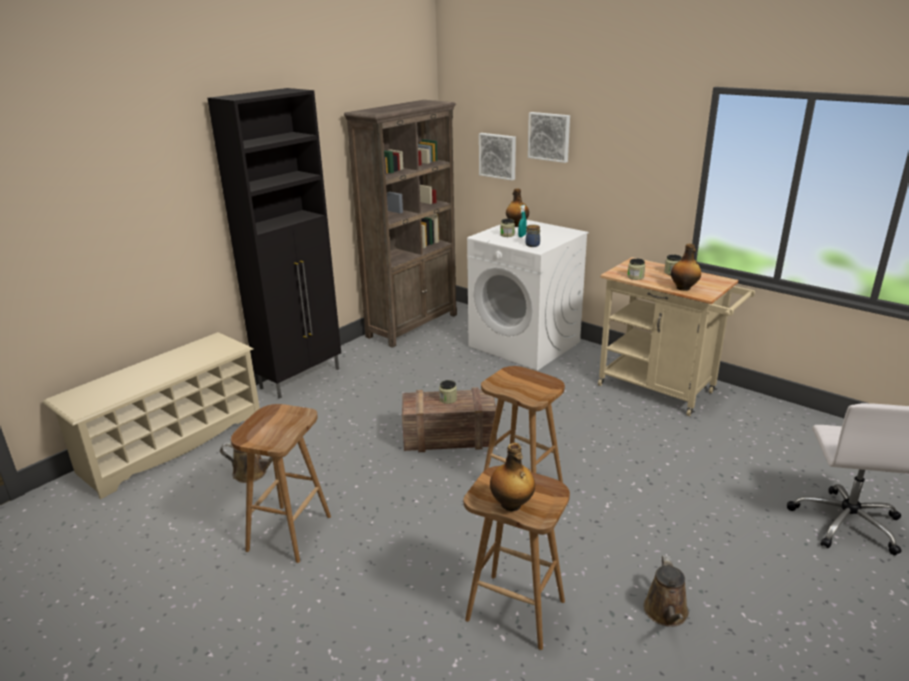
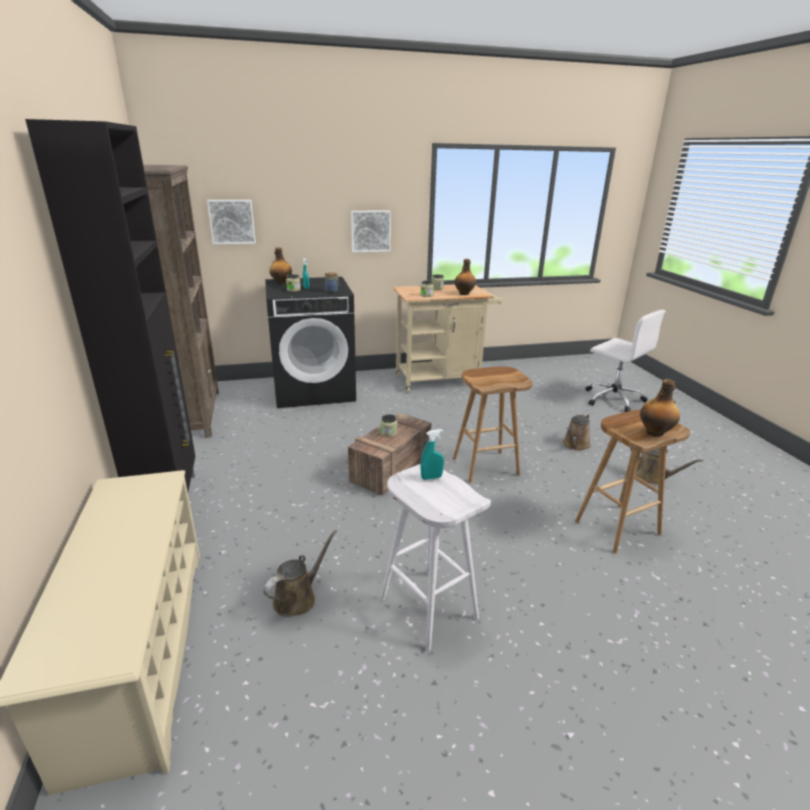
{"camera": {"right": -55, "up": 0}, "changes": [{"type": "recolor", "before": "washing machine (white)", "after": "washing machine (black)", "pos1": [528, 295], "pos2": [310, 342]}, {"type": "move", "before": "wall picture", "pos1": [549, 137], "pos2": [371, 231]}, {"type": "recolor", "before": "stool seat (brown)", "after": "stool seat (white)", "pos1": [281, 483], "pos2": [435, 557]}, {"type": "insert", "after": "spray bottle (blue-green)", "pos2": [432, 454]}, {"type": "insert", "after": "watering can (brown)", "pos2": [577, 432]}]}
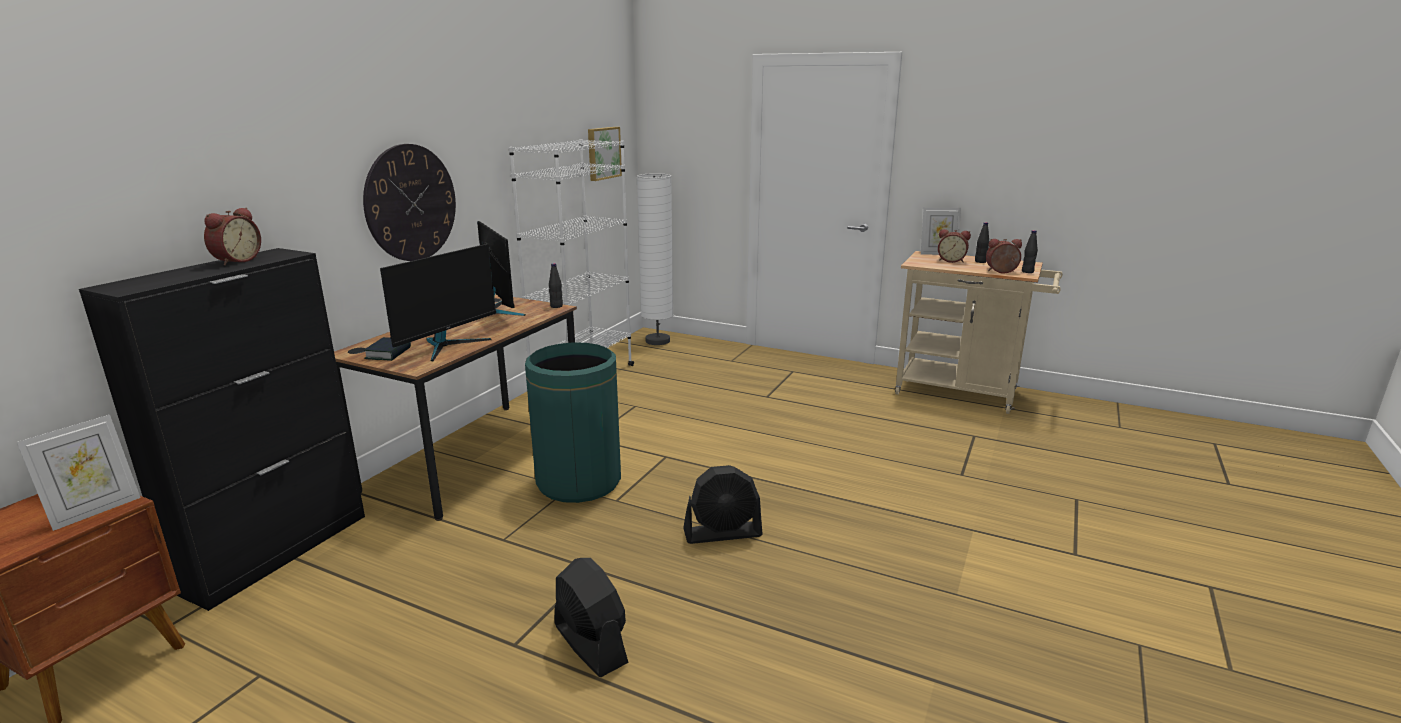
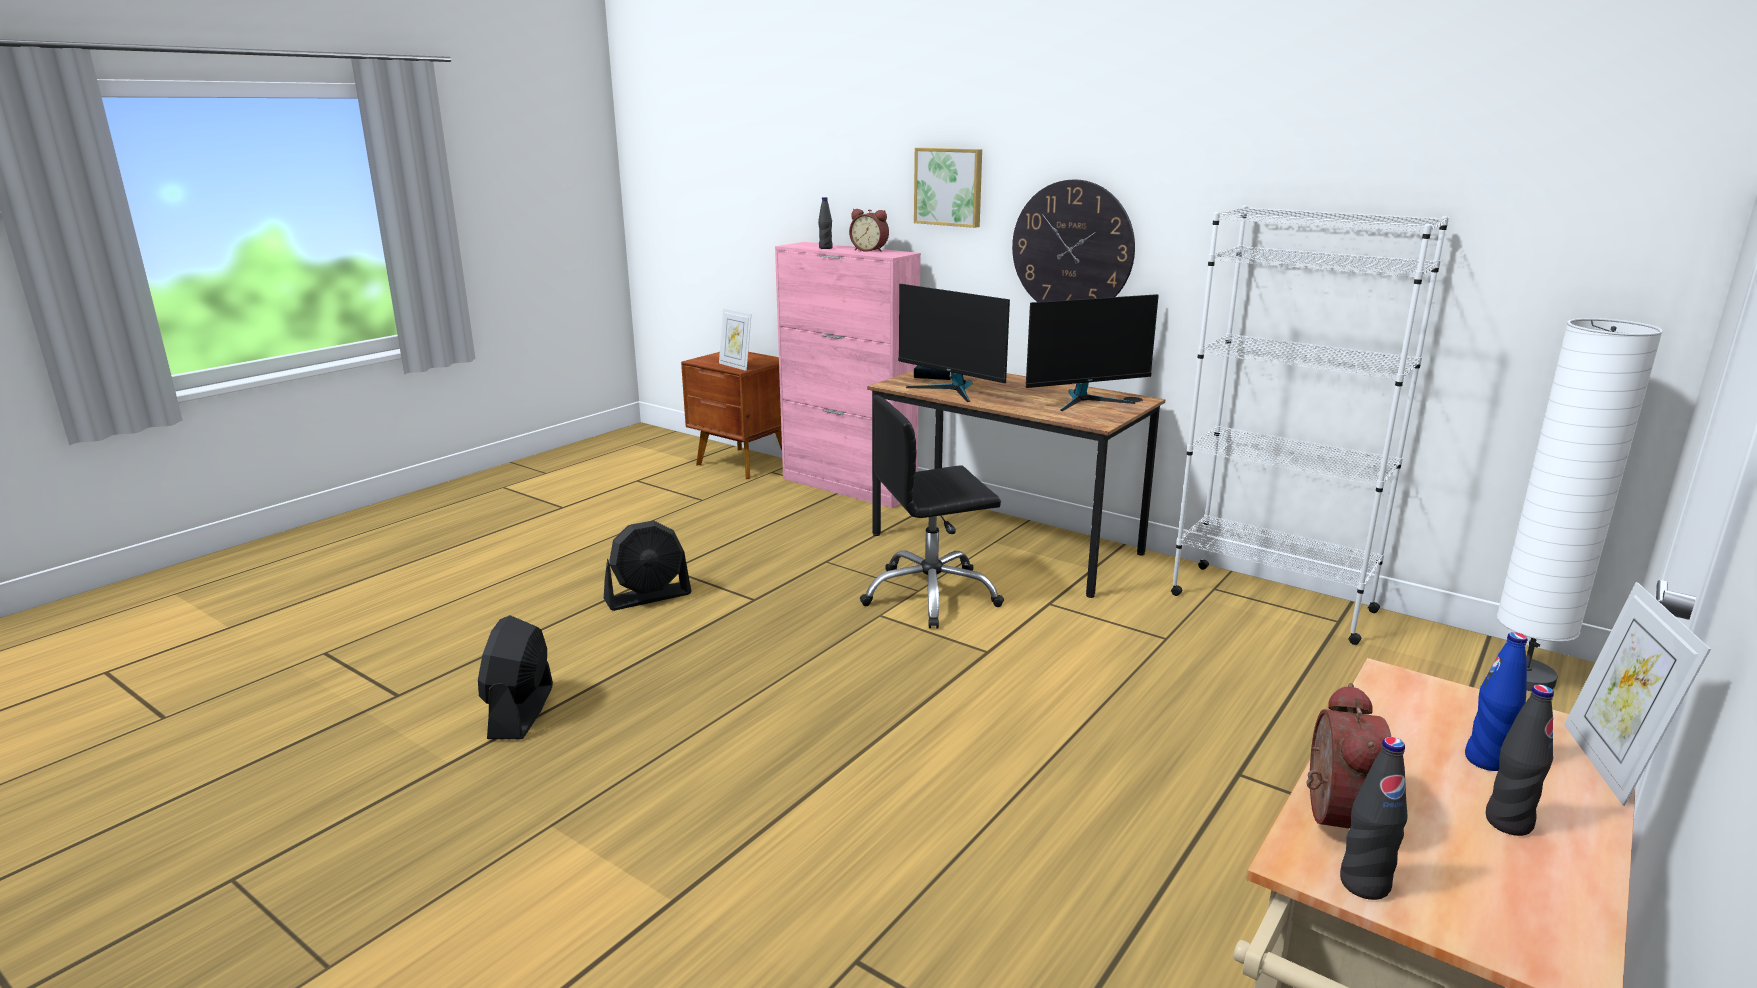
{"camera": {"right": 100, "up": 0}, "changes": [{"type": "move", "before": "fan (black)", "pos1": [723, 504], "pos2": [515, 677]}, {"type": "recolor", "before": "storage cabinet (black)", "after": "storage cabinet (pink-coloured)", "pos1": [222, 429], "pos2": [848, 375]}, {"type": "move", "before": "drink bottle (black)", "pos1": [556, 285], "pos2": [825, 223]}, {"type": "replace", "before": "waste bin (green-coloured)", "after": "computer chair (black)", "pos1": [573, 422], "pos2": [932, 512]}, {"type": "move", "before": "wall picture", "pos1": [605, 154], "pos2": [948, 188]}, {"type": "replace", "before": "alarm clock", "after": "drink bottle (blue)", "pos1": [954, 246], "pos2": [1496, 701]}]}
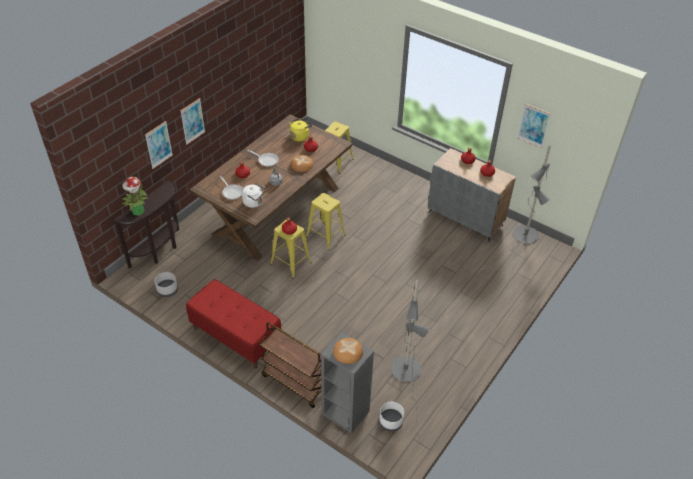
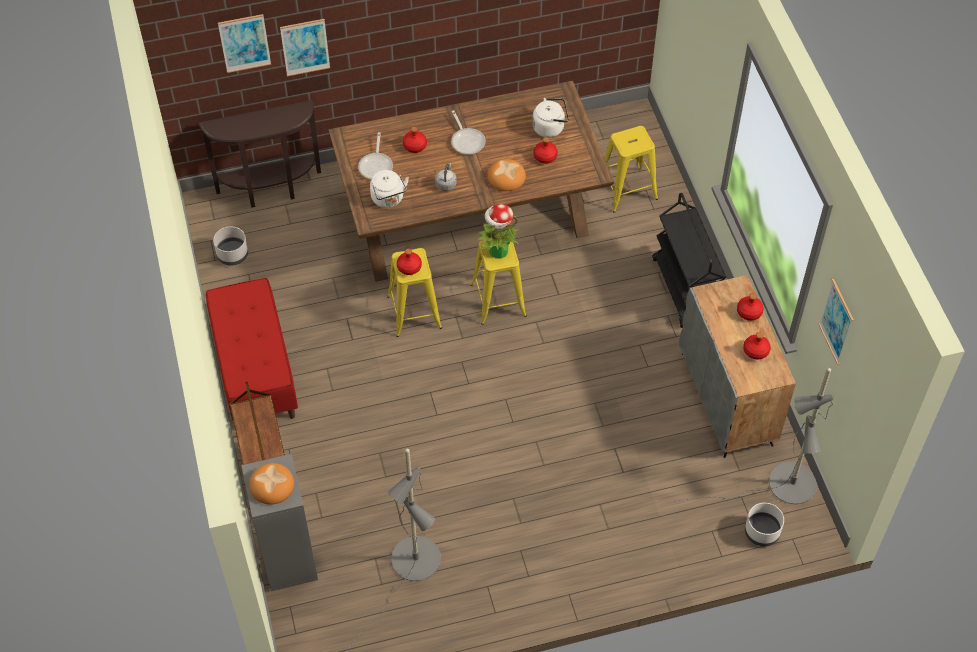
{"camera": {"right": 40, "up": 10}, "changes": [{"type": "move", "before": "wall picture", "pos1": [192, 121], "pos2": [244, 43]}, {"type": "move", "before": "houseplant", "pos1": [134, 196], "pos2": [498, 231]}, {"type": "recolor", "before": "water kettle (yellowish)", "after": "water kettle (white)", "pos1": [301, 130], "pos2": [550, 118]}, {"type": "insert", "after": "trolley (black)", "pos2": [689, 260]}, {"type": "move", "before": "flower pot (white)", "pos1": [391, 417], "pos2": [764, 524]}]}
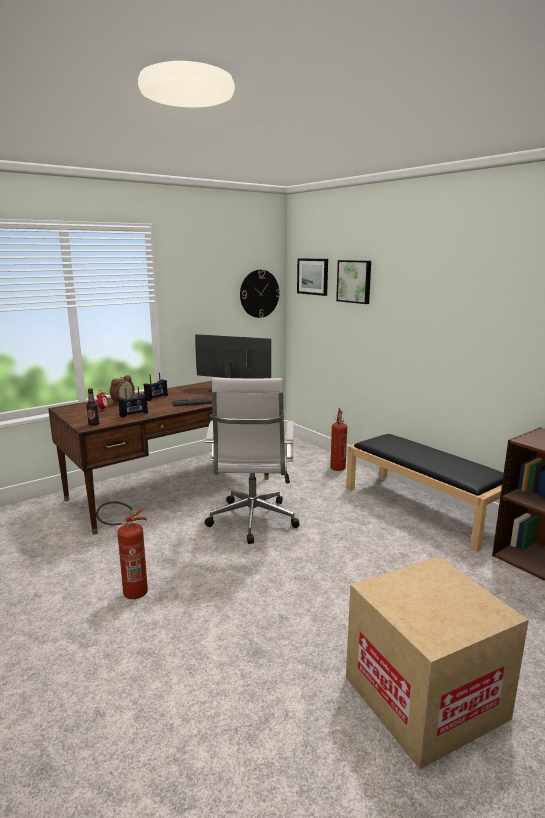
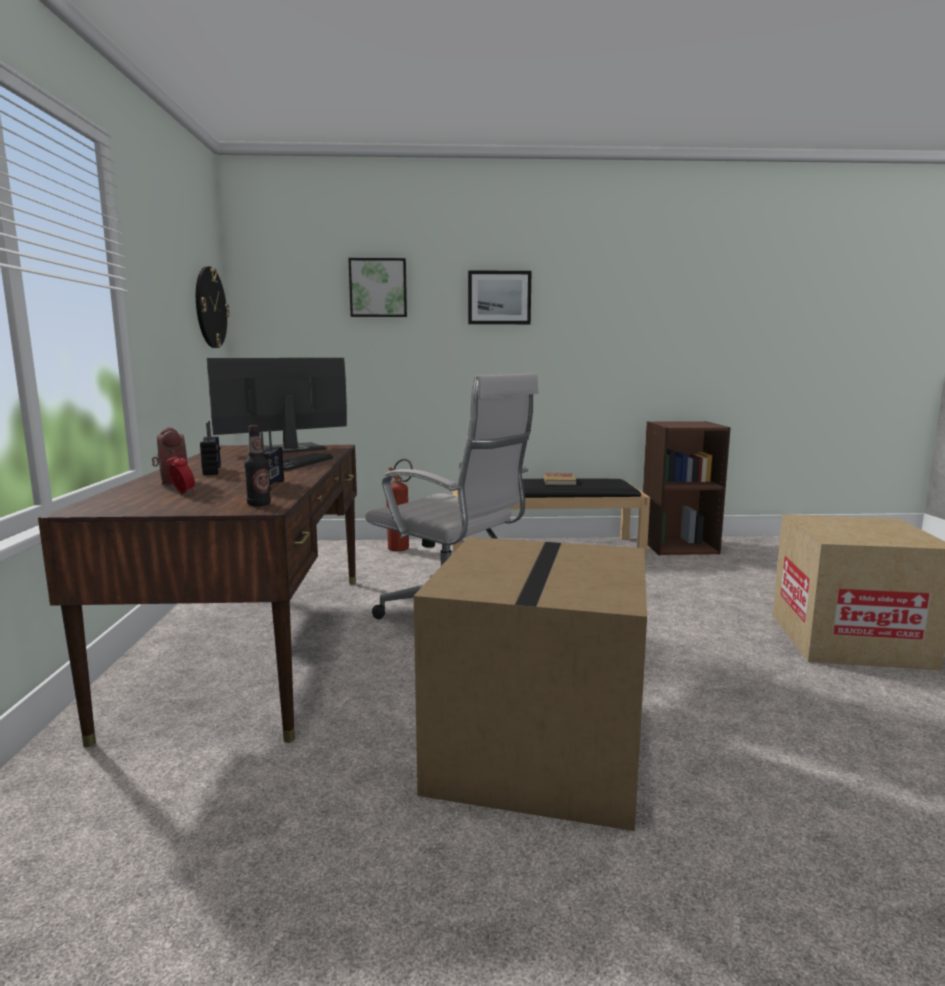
{"camera": {"right": -55, "up": -5}, "changes": [{"type": "replace", "before": "extinguisher", "after": "cardboard box", "pos1": [122, 550], "pos2": [530, 684]}, {"type": "move", "before": "wall picture", "pos1": [312, 277], "pos2": [500, 297]}, {"type": "insert", "after": "volume", "pos2": [560, 479]}]}
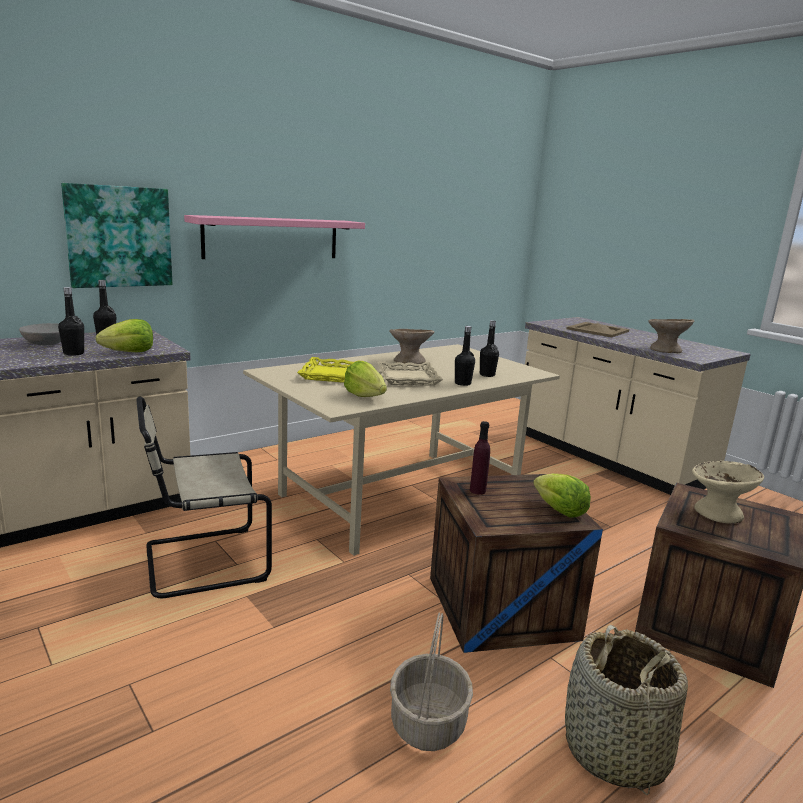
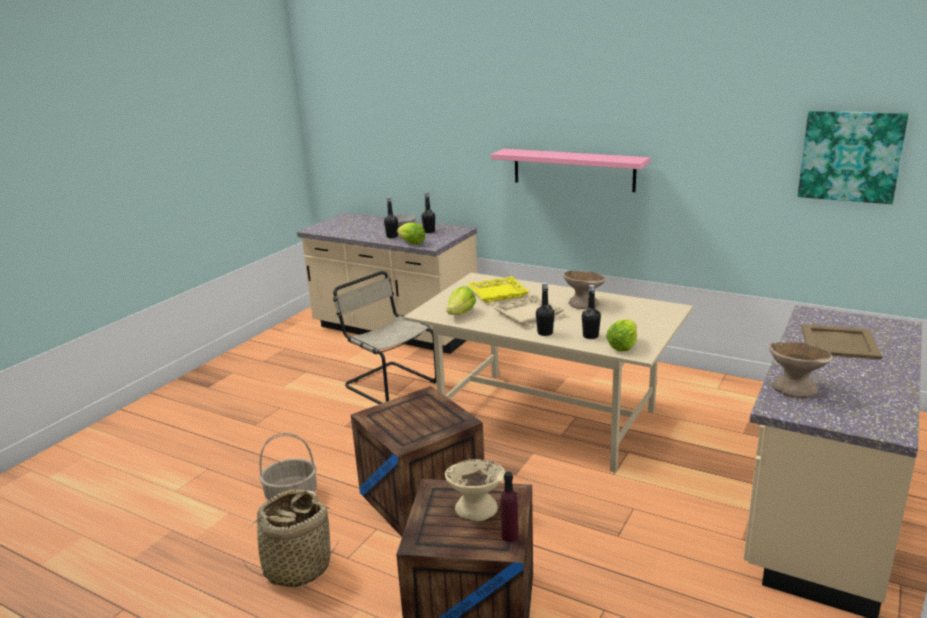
{"camera": {"right": 70, "up": 5}, "changes": [{"type": "move", "before": "drink bottle (purplish)", "pos1": [480, 458], "pos2": [509, 507]}, {"type": "move", "before": "lettuce head", "pos1": [562, 495], "pos2": [621, 335]}, {"type": "move", "before": "wall picture", "pos1": [116, 235], "pos2": [853, 157]}]}
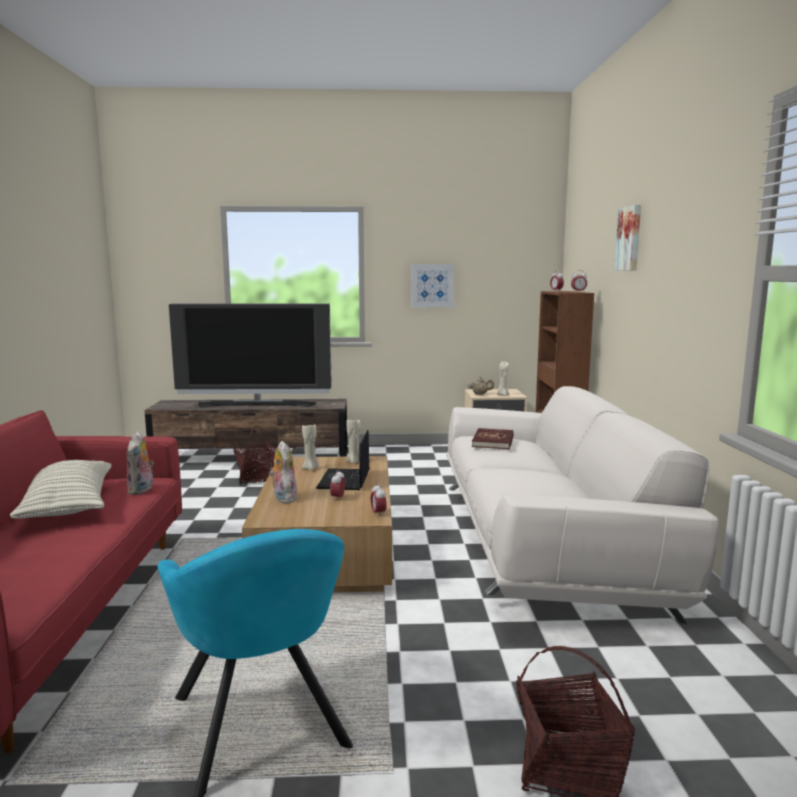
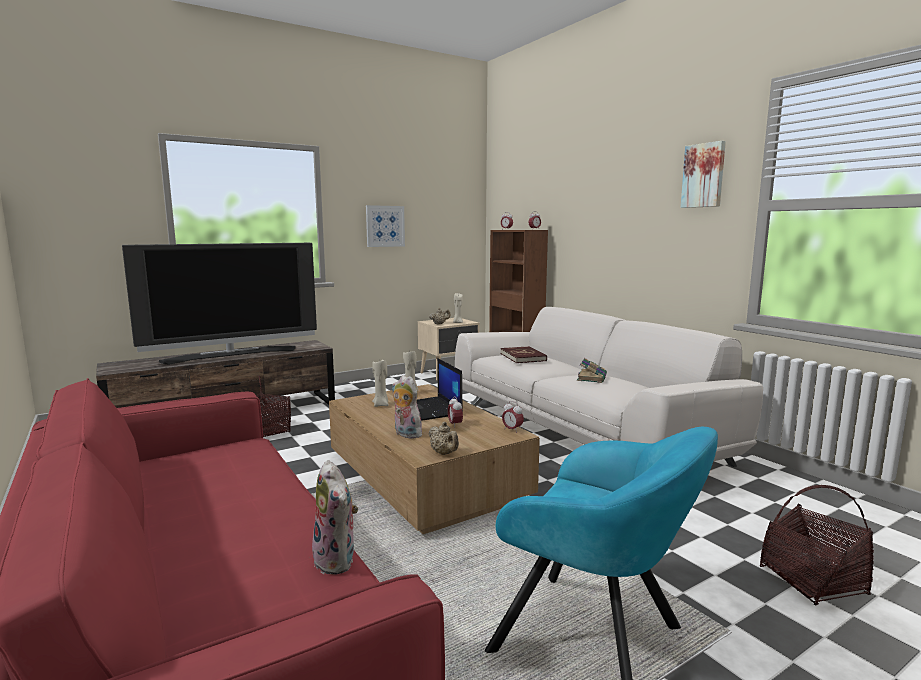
{"camera": {"right": -30, "up": 0}, "changes": [{"type": "move", "before": "cuddly toy", "pos1": [140, 463], "pos2": [335, 517]}, {"type": "insert", "after": "teapot (beige)", "pos2": [444, 438]}, {"type": "insert", "after": "volume", "pos2": [592, 370]}, {"type": "move", "before": "wall picture", "pos1": [627, 238], "pos2": [703, 174]}, {"type": "delete", "before": "throw pillow", "pos1": [60, 489]}]}
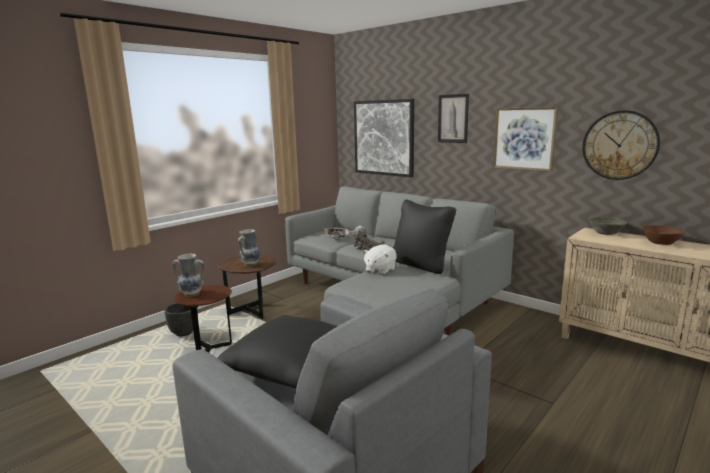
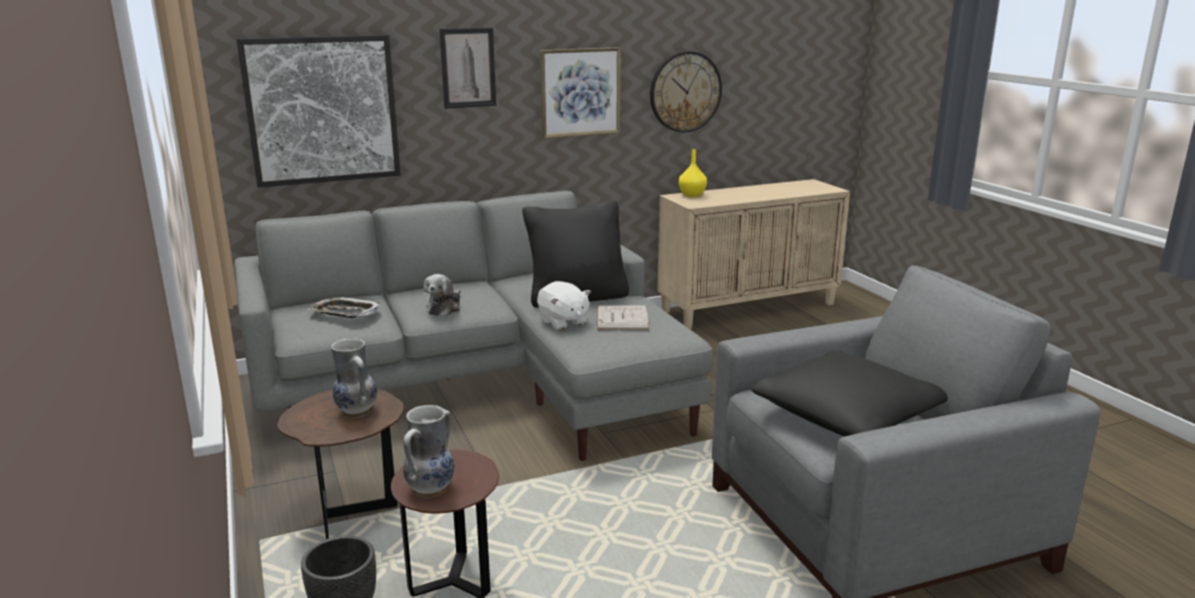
{"camera": {"right": -65, "up": 5}, "changes": [{"type": "insert", "after": "volume (white)", "pos2": [623, 317]}, {"type": "replace", "before": "bowl (gray)", "after": "decorative vase (yellowish)", "pos1": [608, 226], "pos2": [693, 173]}, {"type": "delete", "before": "bowl (brown)", "pos1": [663, 235]}]}
